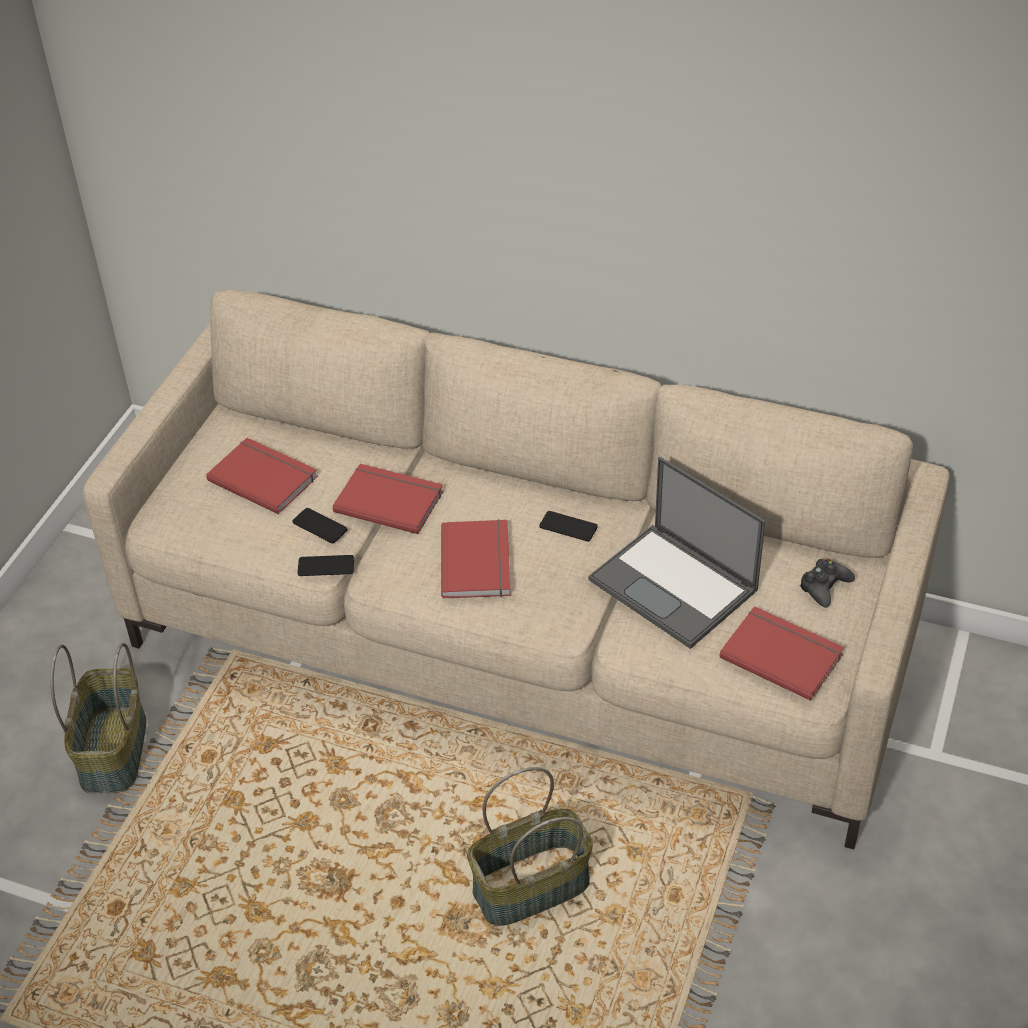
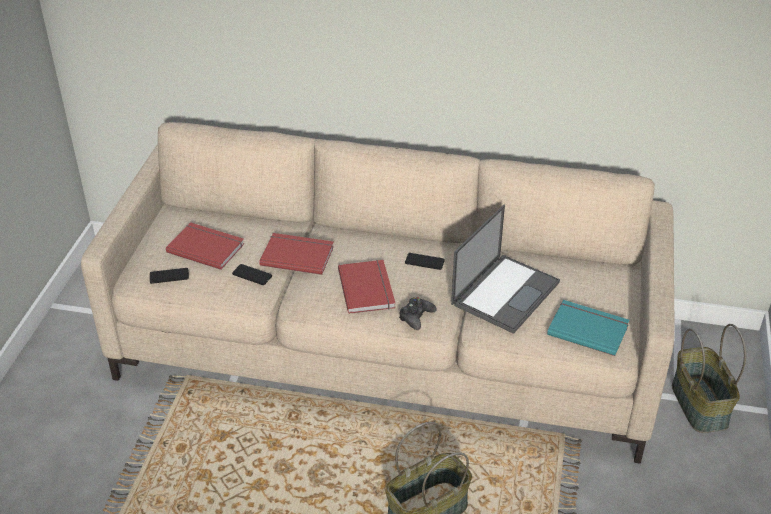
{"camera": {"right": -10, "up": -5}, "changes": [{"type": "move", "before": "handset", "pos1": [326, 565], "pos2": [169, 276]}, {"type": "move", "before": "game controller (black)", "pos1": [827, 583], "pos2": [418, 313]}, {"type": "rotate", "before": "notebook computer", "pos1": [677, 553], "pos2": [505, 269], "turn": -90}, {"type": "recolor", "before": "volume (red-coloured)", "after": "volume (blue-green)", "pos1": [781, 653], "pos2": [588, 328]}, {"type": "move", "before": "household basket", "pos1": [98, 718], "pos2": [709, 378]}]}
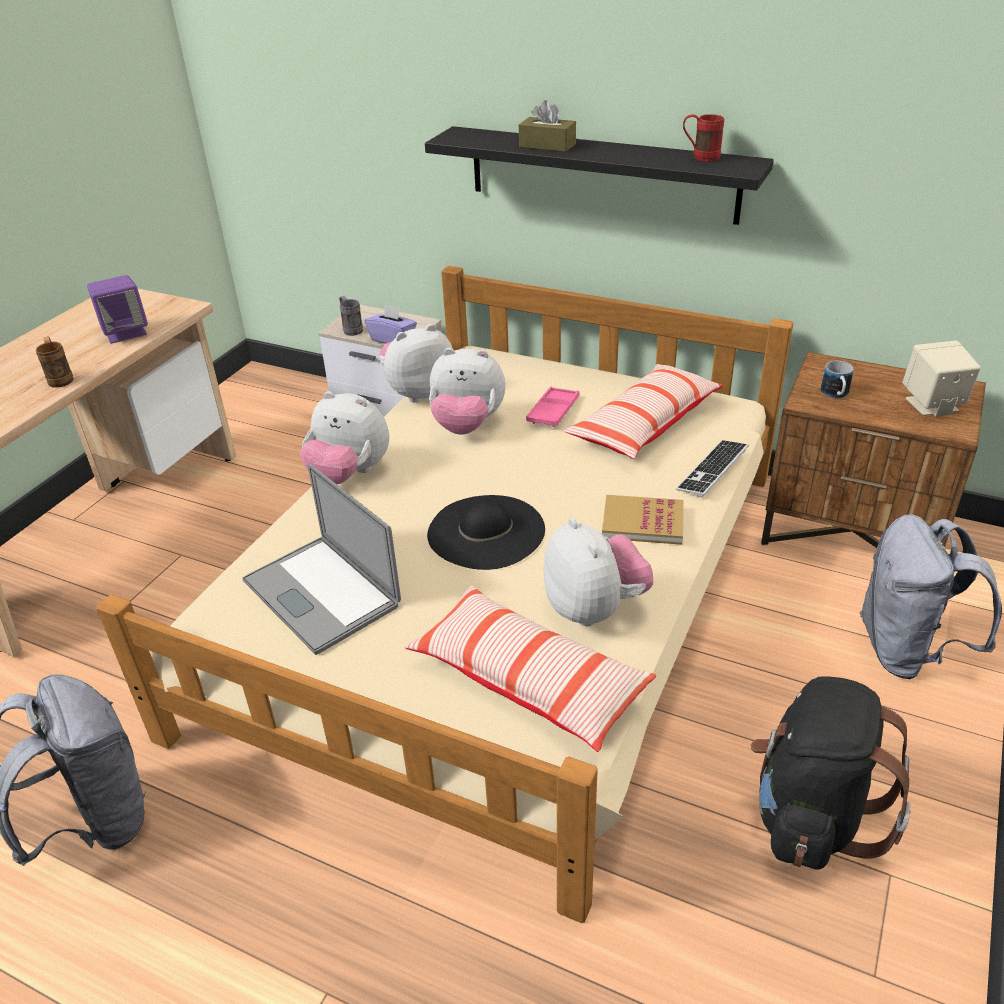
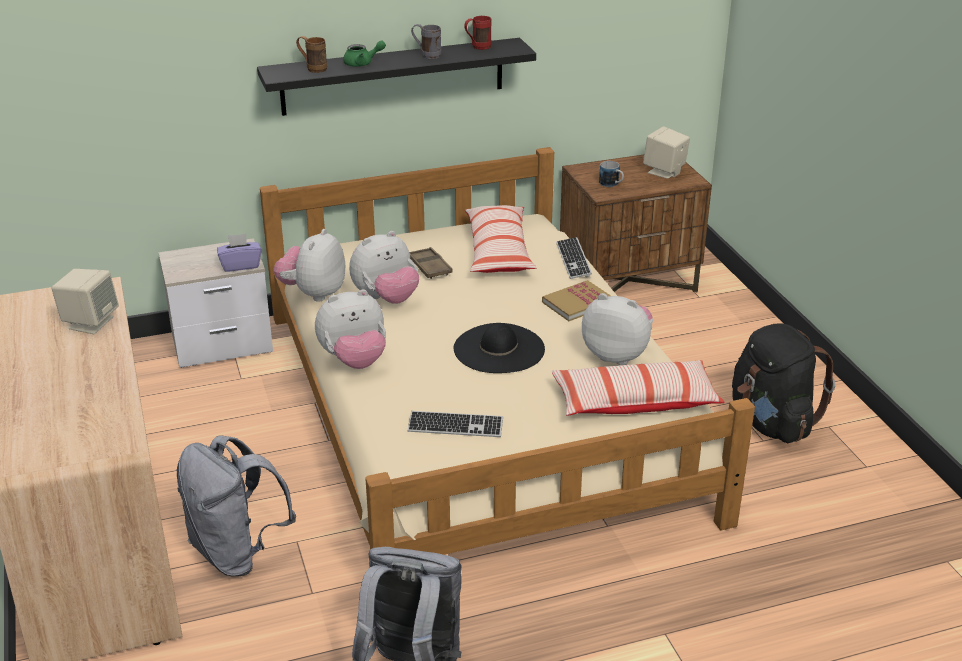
{"camera": {"right": -45, "up": -5}, "changes": [{"type": "recolor", "before": "audio speaker (purplish)", "after": "audio speaker (beige)", "pos1": [117, 309], "pos2": [85, 301]}, {"type": "move", "before": "backpack (gray)", "pos1": [931, 596], "pos2": [236, 506]}, {"type": "move", "before": "mug (brown)", "pos1": [55, 362], "pos2": [311, 54]}, {"type": "replace", "before": "box of tissues (brown)", "after": "teapot (green-coloured)", "pos1": [547, 126], "pos2": [364, 53]}, {"type": "replace", "before": "notebook computer", "after": "keyboard", "pos1": [321, 559], "pos2": [455, 424]}, {"type": "recolor", "before": "carrying tray (pink-coloured)", "after": "carrying tray (brown)", "pos1": [553, 407], "pos2": [430, 263]}, {"type": "move", "before": "mug (gray)", "pos1": [351, 316], "pos2": [426, 41]}]}
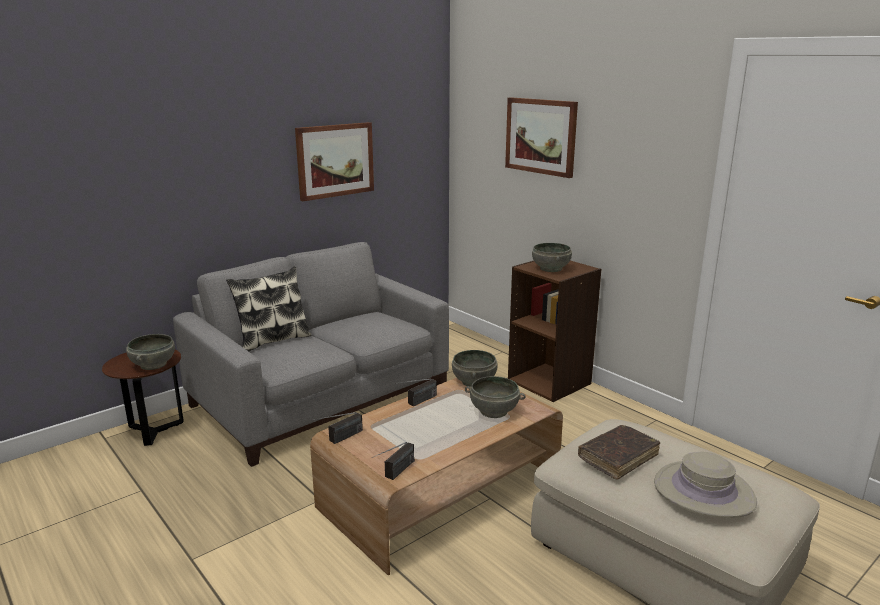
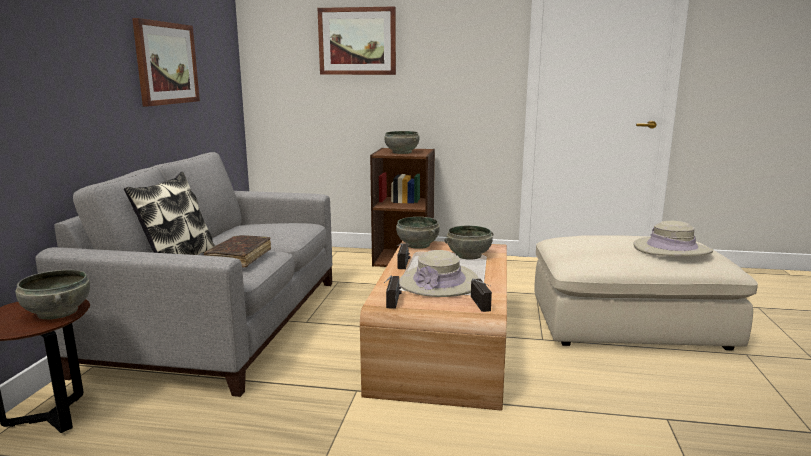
{"camera": {"right": -40, "up": -5}, "changes": [{"type": "move", "before": "volume (brown)", "pos1": [619, 452], "pos2": [237, 251]}, {"type": "insert", "after": "clothing hat (beige)", "pos2": [439, 273]}]}
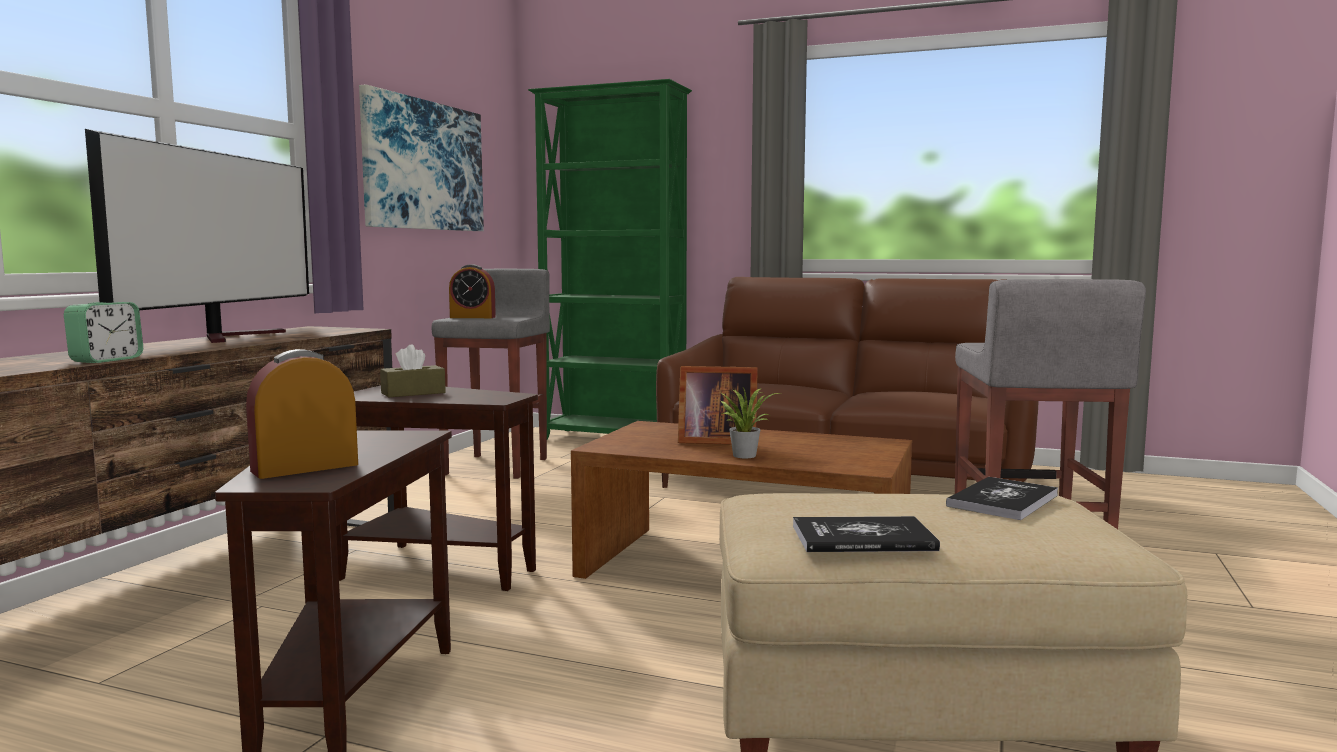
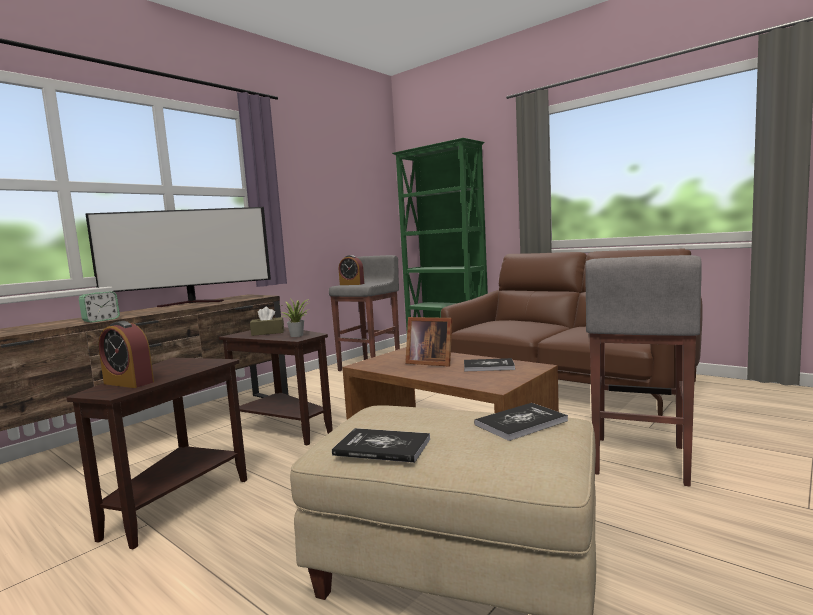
{"camera": {"right": 20, "up": 0}, "changes": [{"type": "rotate", "before": "television", "pos1": [197, 236], "pos2": [178, 257], "turn": 45}, {"type": "rotate", "before": "alarm clock", "pos1": [302, 414], "pos2": [126, 354], "turn": -135}, {"type": "move", "before": "houseplant", "pos1": [750, 422], "pos2": [295, 318]}, {"type": "insert", "after": "volume", "pos2": [489, 364]}, {"type": "delete", "before": "wall picture", "pos1": [421, 157]}]}
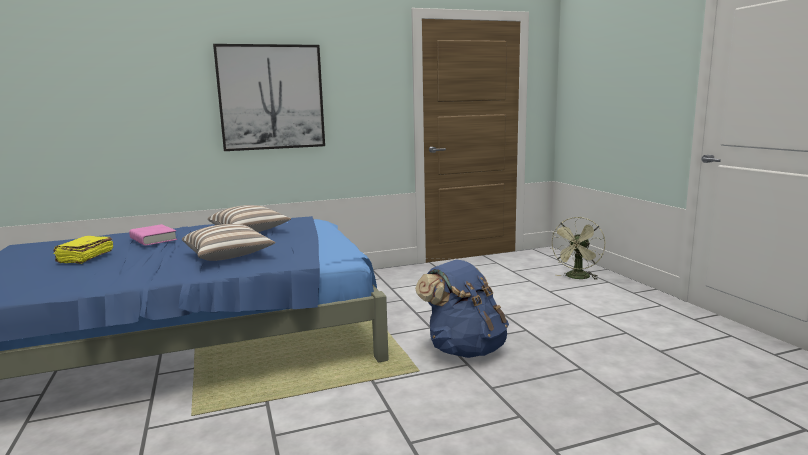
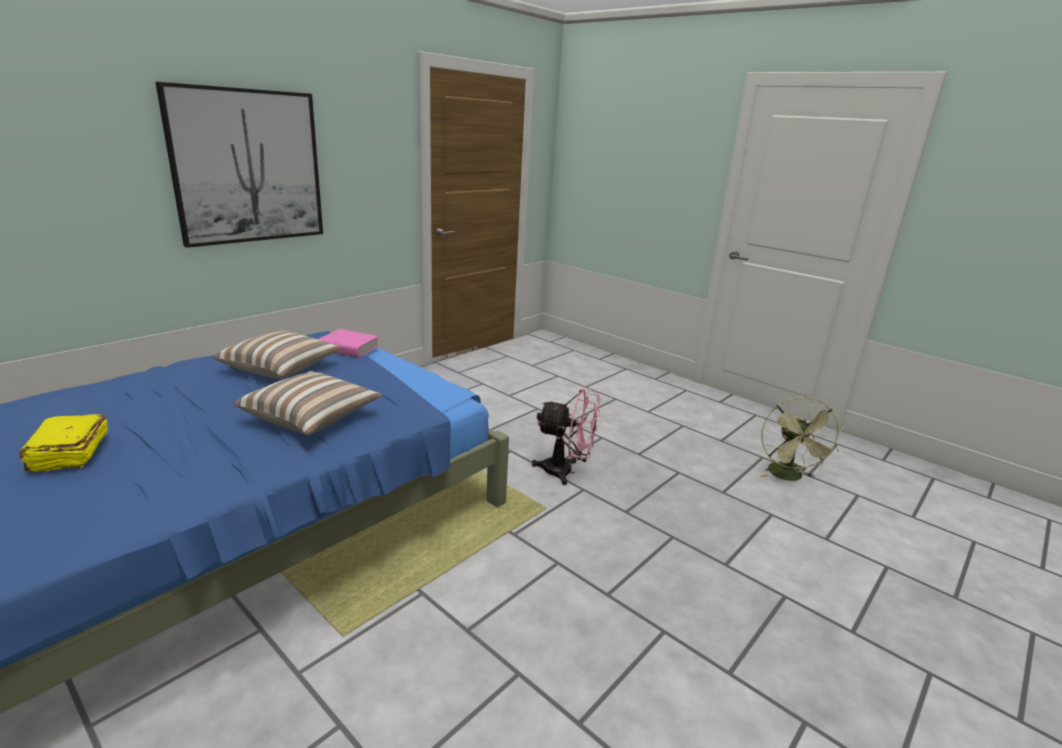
{"camera": {"right": -30, "up": 10}, "changes": [{"type": "move", "before": "volume (pink-coloured)", "pos1": [153, 235], "pos2": [348, 343]}, {"type": "replace", "before": "backpack (blue)", "after": "fan (pink-coloured)", "pos1": [462, 308], "pos2": [566, 436]}, {"type": "move", "before": "fan (green-coloured)", "pos1": [577, 248], "pos2": [801, 438]}]}
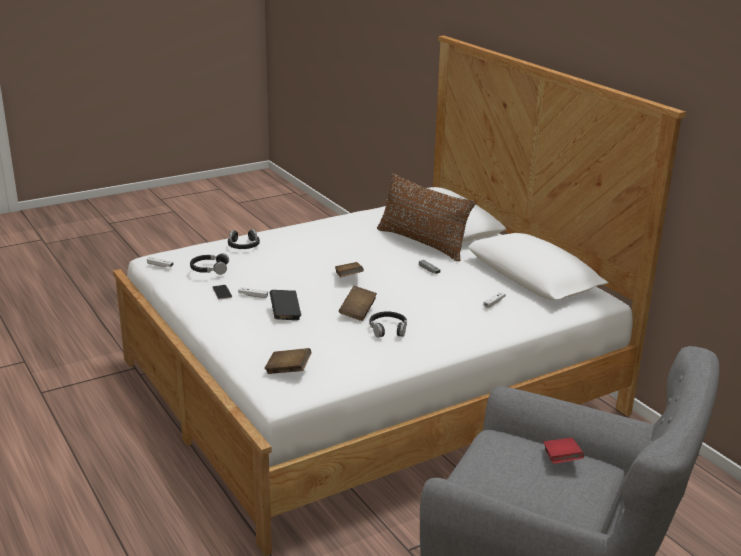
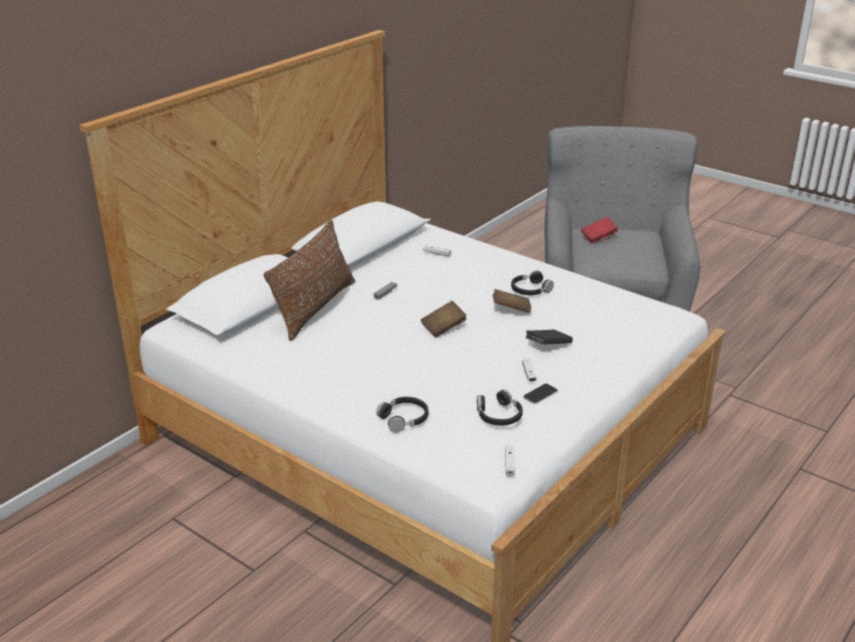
{"camera": {"right": -110, "up": 5}, "changes": [{"type": "delete", "before": "volume (brown)", "pos1": [287, 361]}]}
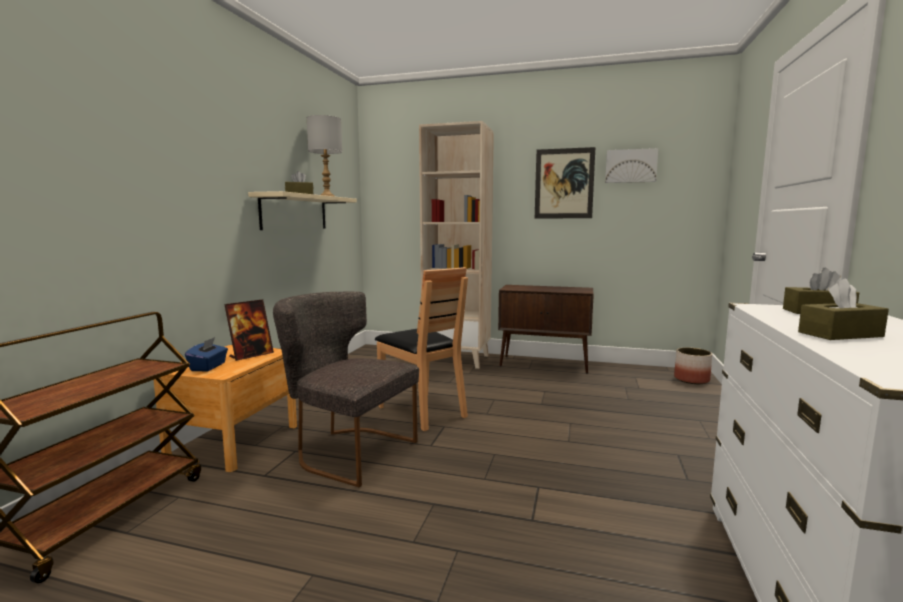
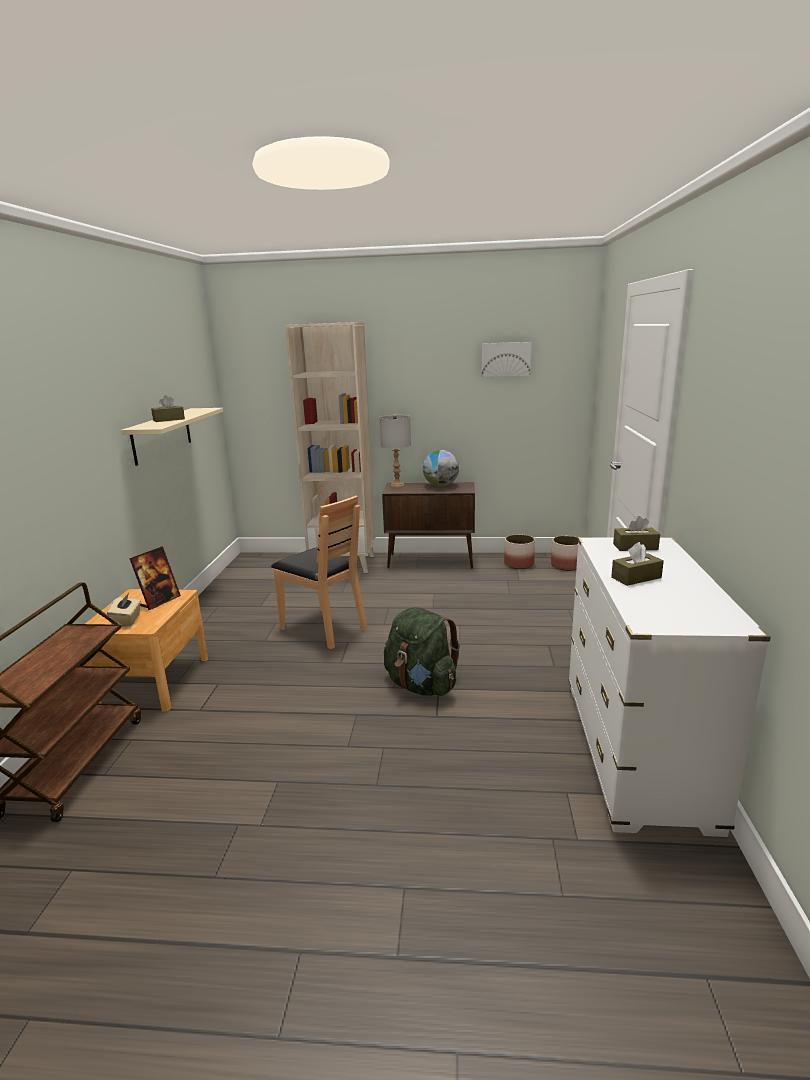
{"camera": {"right": -10, "up": 10}, "changes": [{"type": "recolor", "before": "box of tissues (blue)", "after": "box of tissues (beige)", "pos1": [206, 354], "pos2": [124, 610]}, {"type": "move", "before": "tabletop lamp (gray)", "pos1": [324, 155], "pos2": [395, 450]}, {"type": "insert", "after": "backpack (green-coloured)", "pos2": [422, 651]}, {"type": "insert", "after": "desk globe", "pos2": [441, 468]}, {"type": "insert", "after": "flower pot", "pos2": [519, 551]}, {"type": "delete", "before": "plain chair (gray)", "pos1": [346, 389]}, {"type": "delete", "before": "wall picture", "pos1": [565, 182]}]}
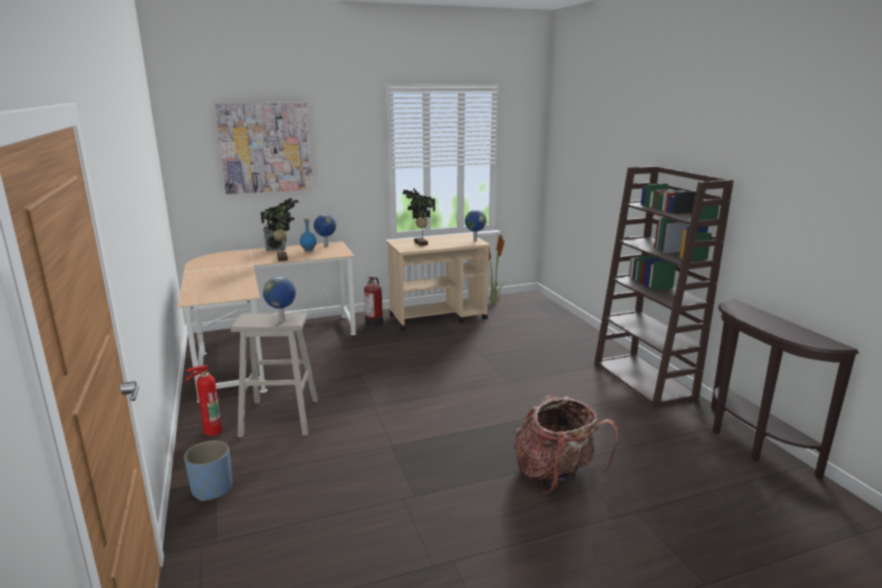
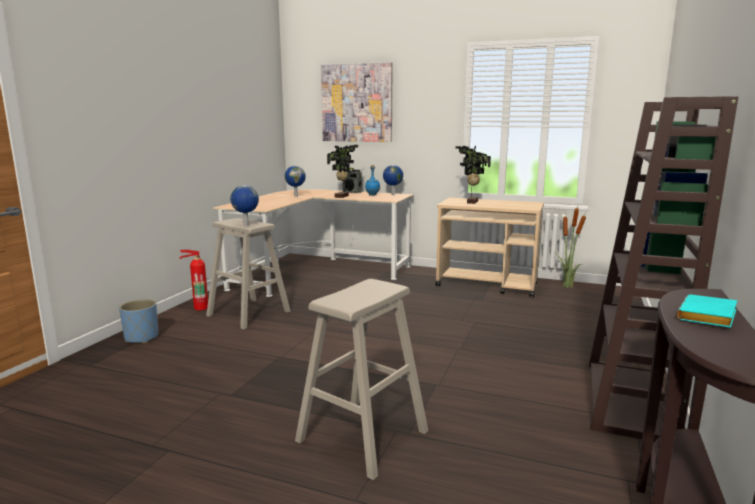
{"camera": {"right": 40, "up": -5}, "changes": [{"type": "move", "before": "desk globe", "pos1": [475, 226], "pos2": [295, 181]}, {"type": "replace", "before": "backpack", "after": "stool seat (beige)", "pos1": [567, 444], "pos2": [361, 379]}, {"type": "insert", "after": "volume (blue-green)", "pos2": [707, 311]}, {"type": "delete", "before": "extinguisher", "pos1": [373, 301]}]}
